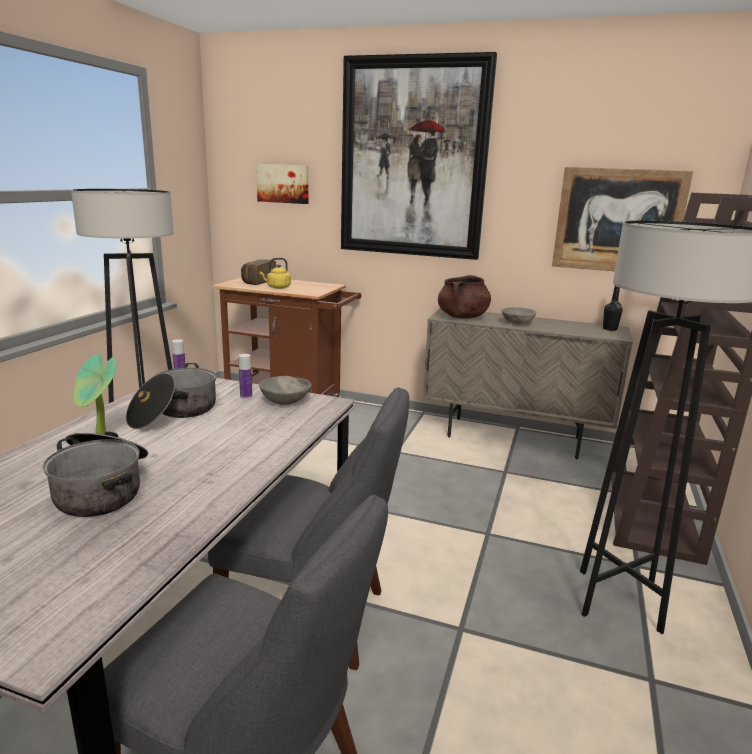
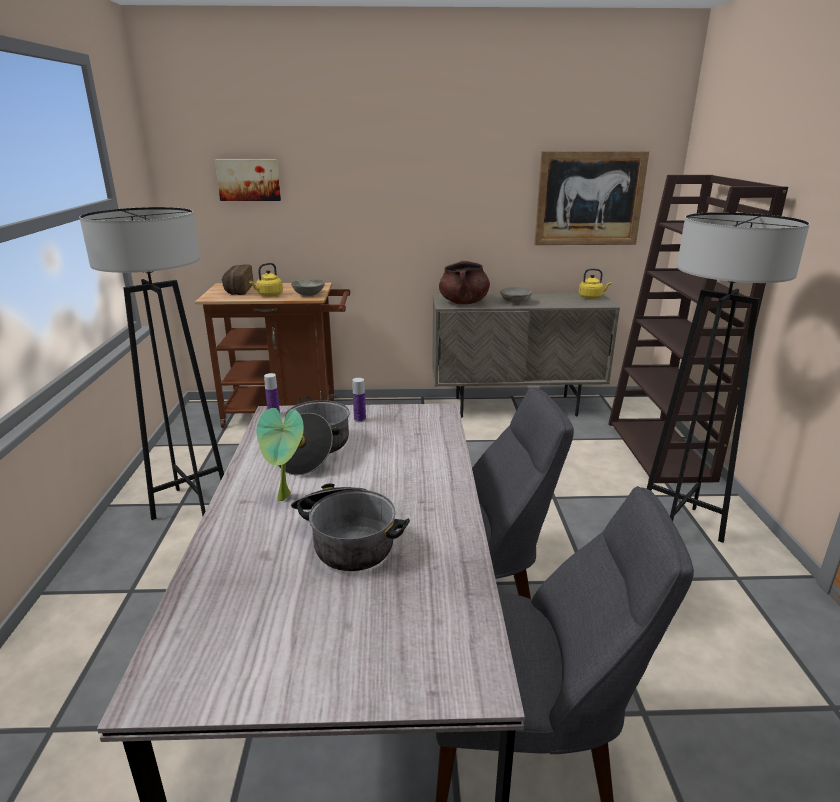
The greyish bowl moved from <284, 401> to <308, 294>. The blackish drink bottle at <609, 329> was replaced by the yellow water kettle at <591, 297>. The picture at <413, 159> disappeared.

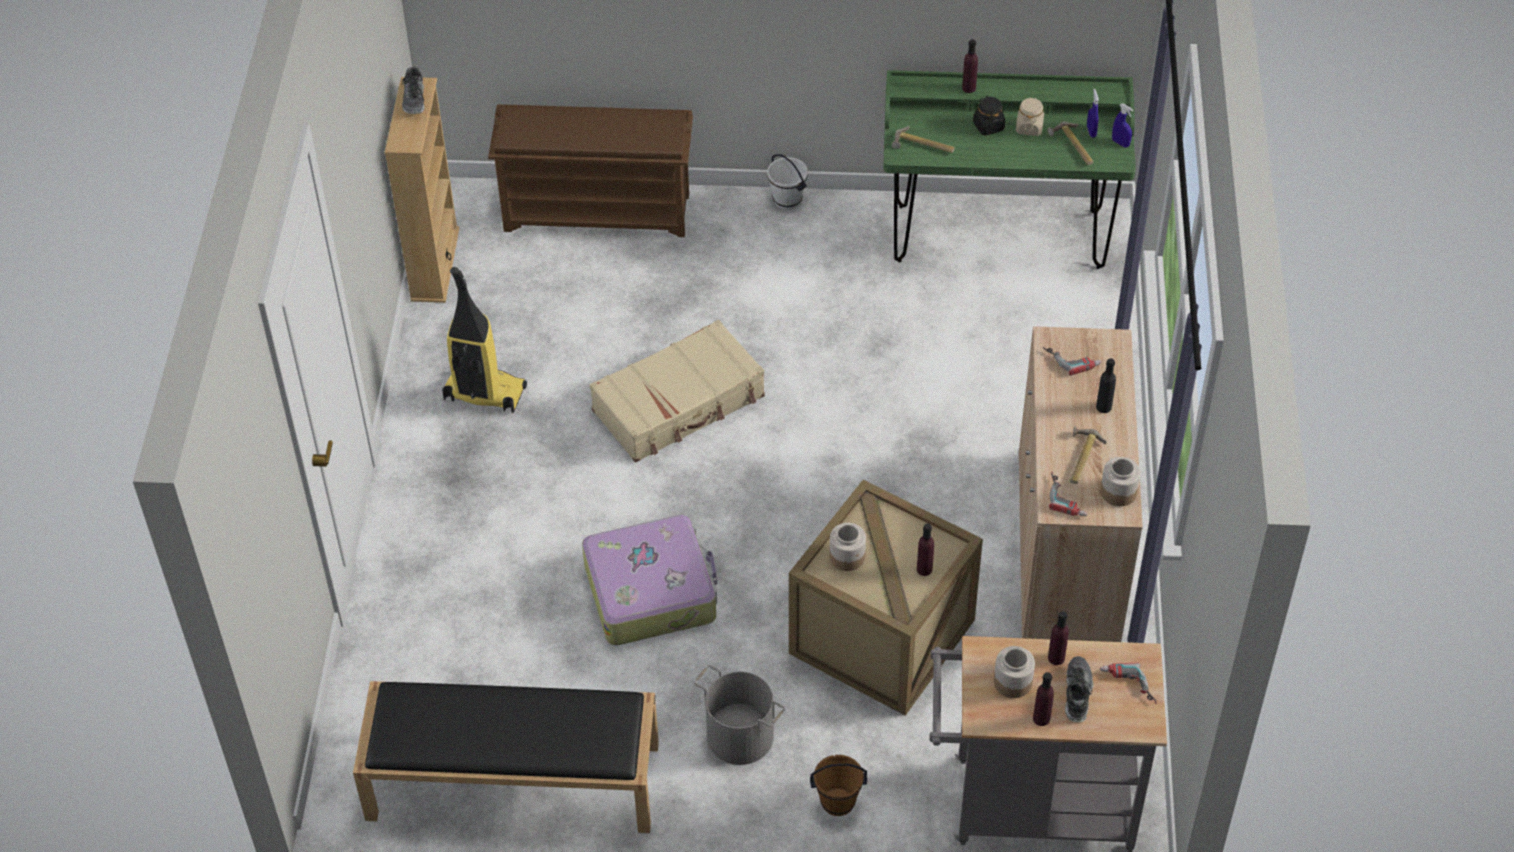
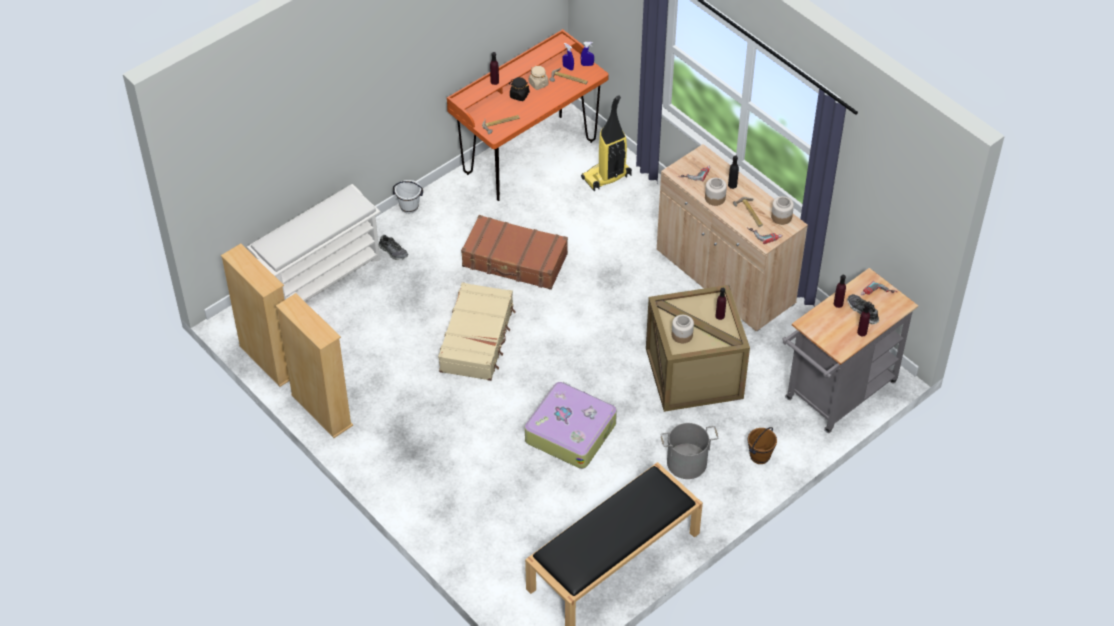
The brownish shoe stand at <599, 211> became the white-coloured shoe stand at <321, 276>. The sand-coloured bookshelf at <321, 410> appeared. The low shoe moved from <414, 99> to <393, 251>. The green-coloured desk unit at <998, 236> became the orangey desk unit at <529, 157>. The brownish travel case at <515, 261> appeared. The vacuum moved from <483, 394> to <606, 177>. The jar moved from <1013, 682> to <715, 198>.

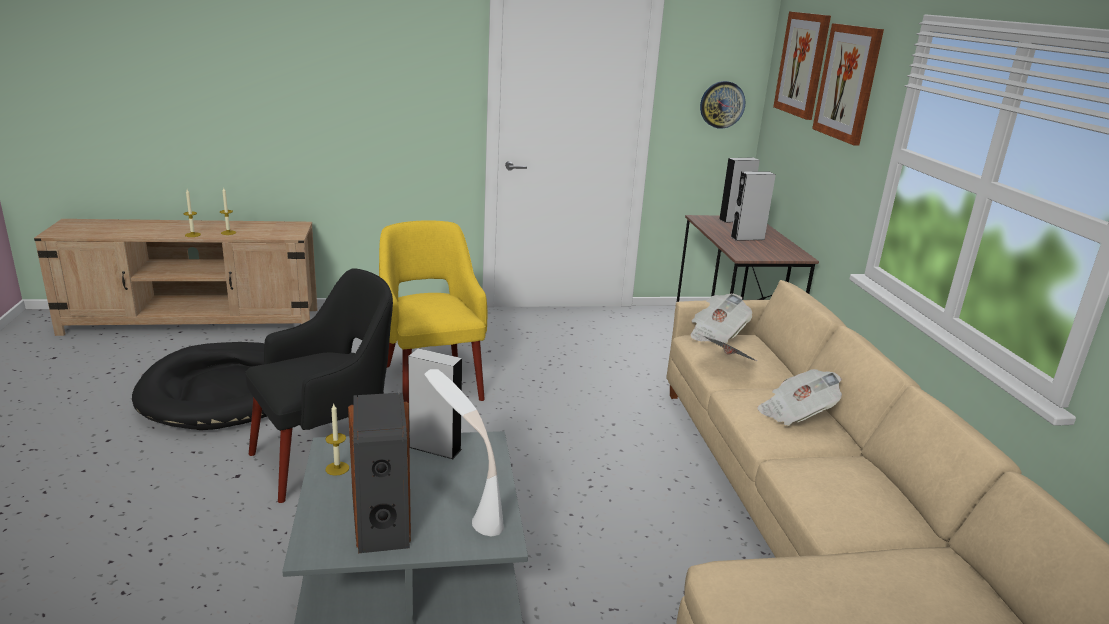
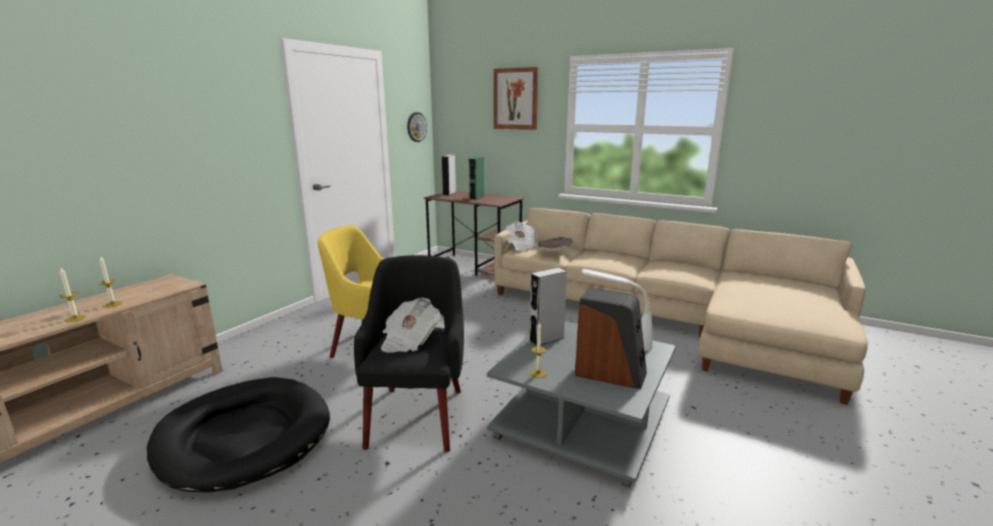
The printed paper moved from <795, 414> to <409, 341>. The greyish loudspeaker at <747, 238> became the green-coloured loudspeaker at <476, 198>. The picture at <802, 64> disappeared.

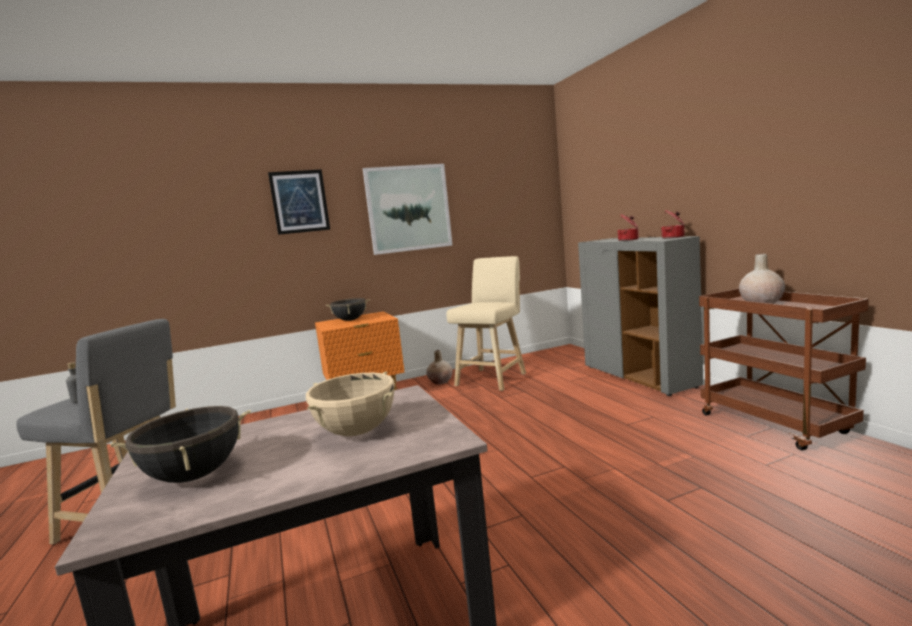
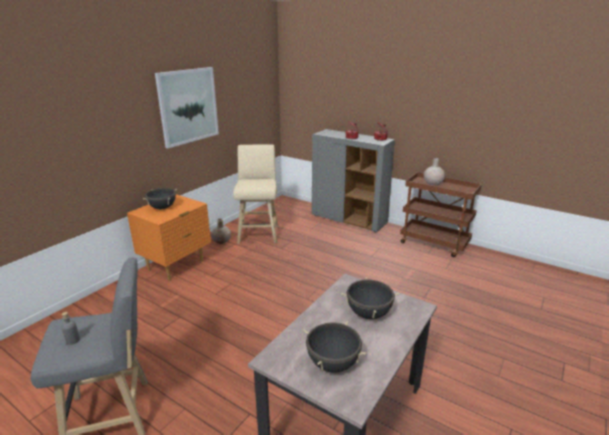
The sand-coloured saucepot at <356, 432> became the blackish saucepot at <368, 314>. The picture at <299, 202> disappeared.

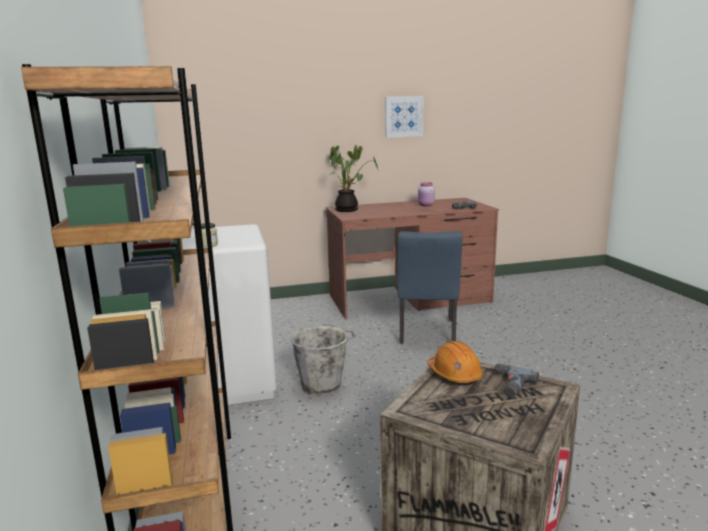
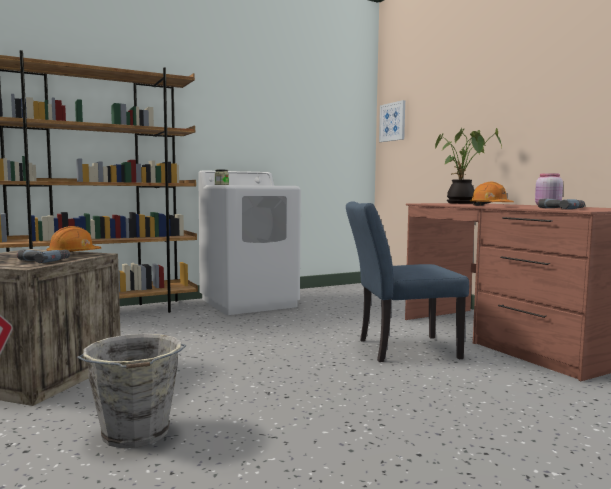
The greyish water bucket moved from <323, 386> to <136, 434>. The picture moved from <403, 116> to <392, 122>. The orangey work helmet at <490, 206> appeared.

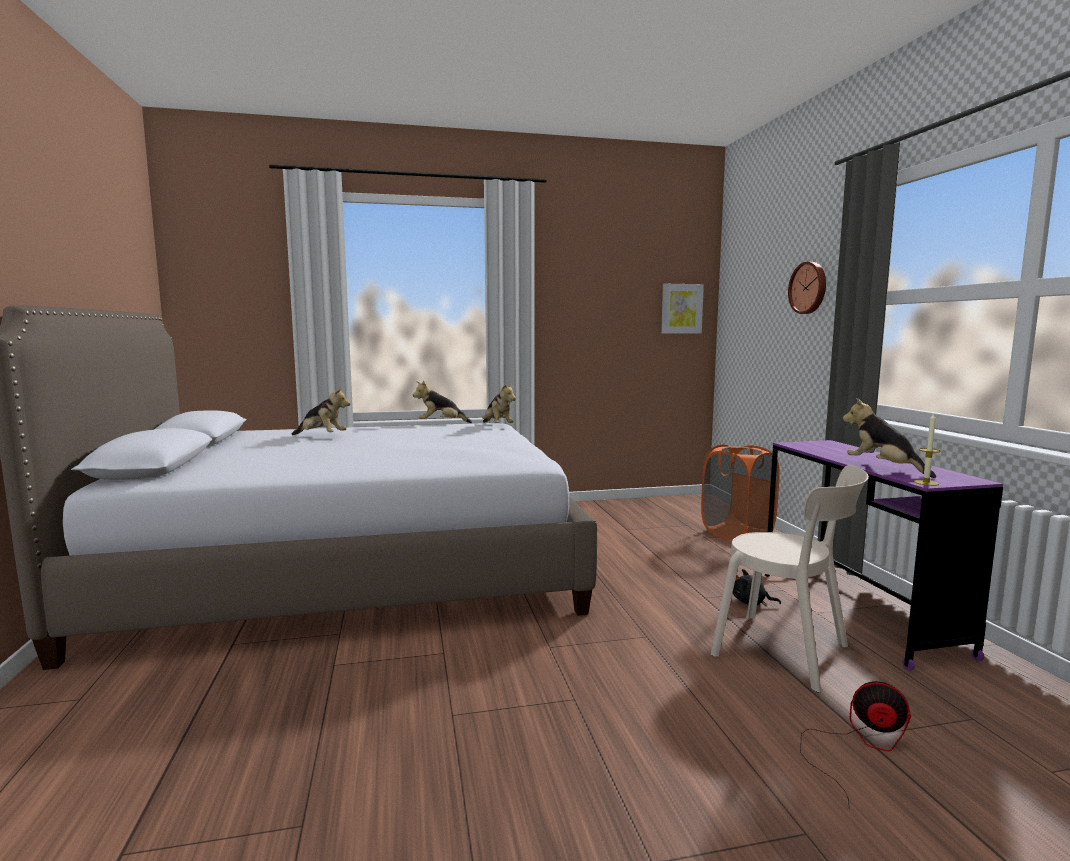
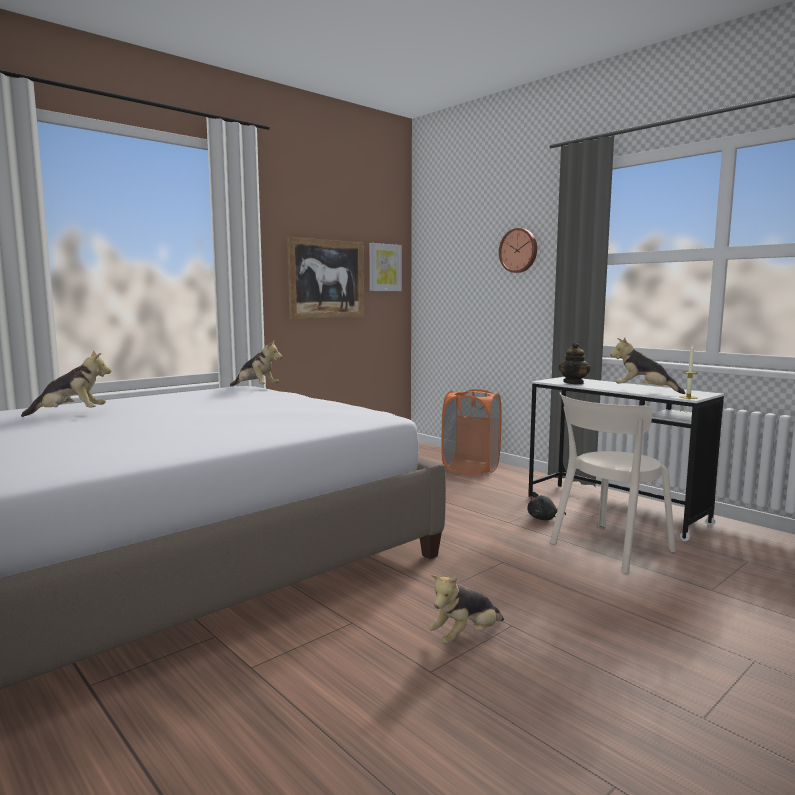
The picture at <326, 279> appeared. The cuddly toy moved from <441, 423> to <465, 637>. The purple-coloured desk unit at <857, 612> became the white-coloured desk unit at <614, 510>. The sand-coloured plain chair at <787, 652> turned 135 degrees clockwise. The tea pot at <574, 383> appeared. The fan at <858, 745> disappeared.

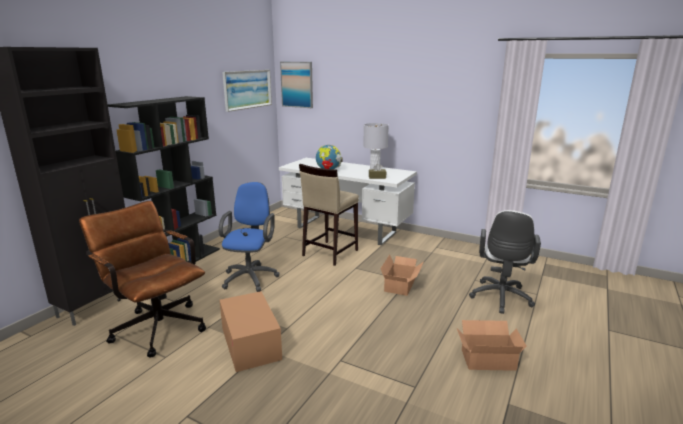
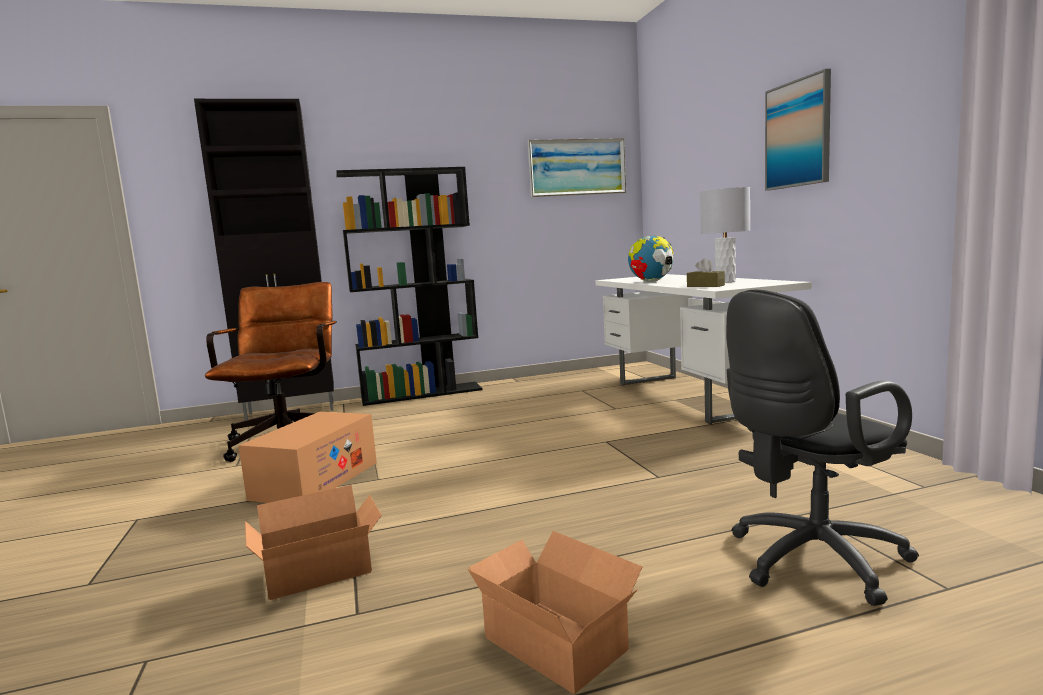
The carton moved from <401, 285> to <321, 572>. The white-coloured computer chair at <500, 299> became the blackish computer chair at <809, 561>. The picture moved from <297, 84> to <798, 134>. The blue-coloured computer chair at <251, 277> disappeared. The sand-coloured stool seat at <329, 253> disappeared.

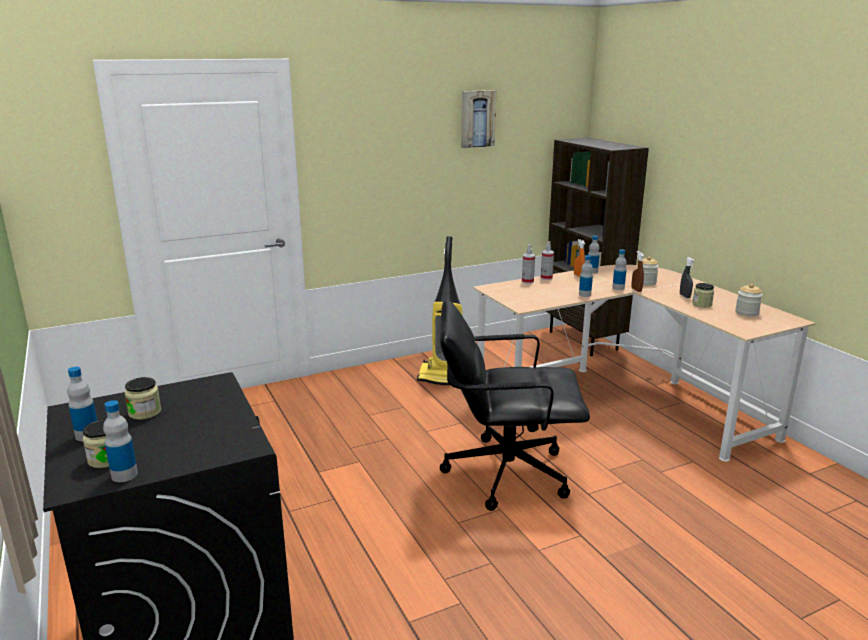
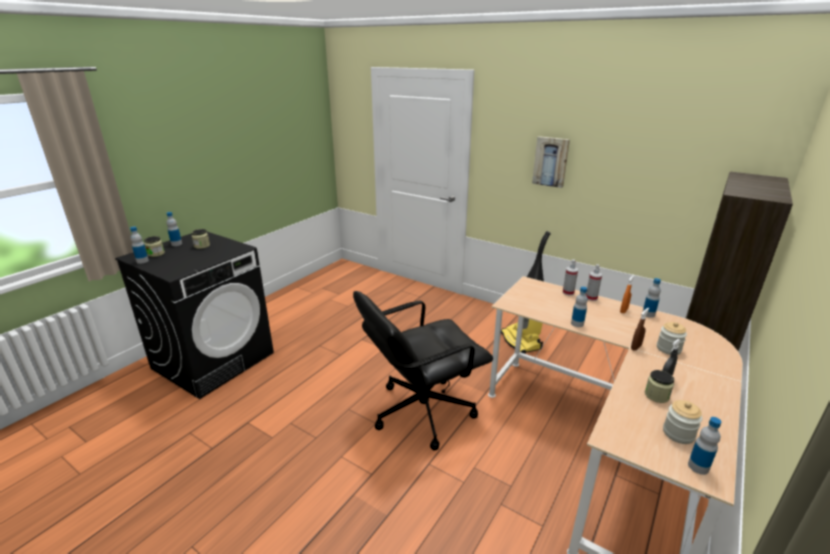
The blackish computer chair at <505, 472> turned 90 degrees counterclockwise. The picture moved from <477, 118> to <551, 161>. The drink bottle moved from <618, 288> to <698, 467>.

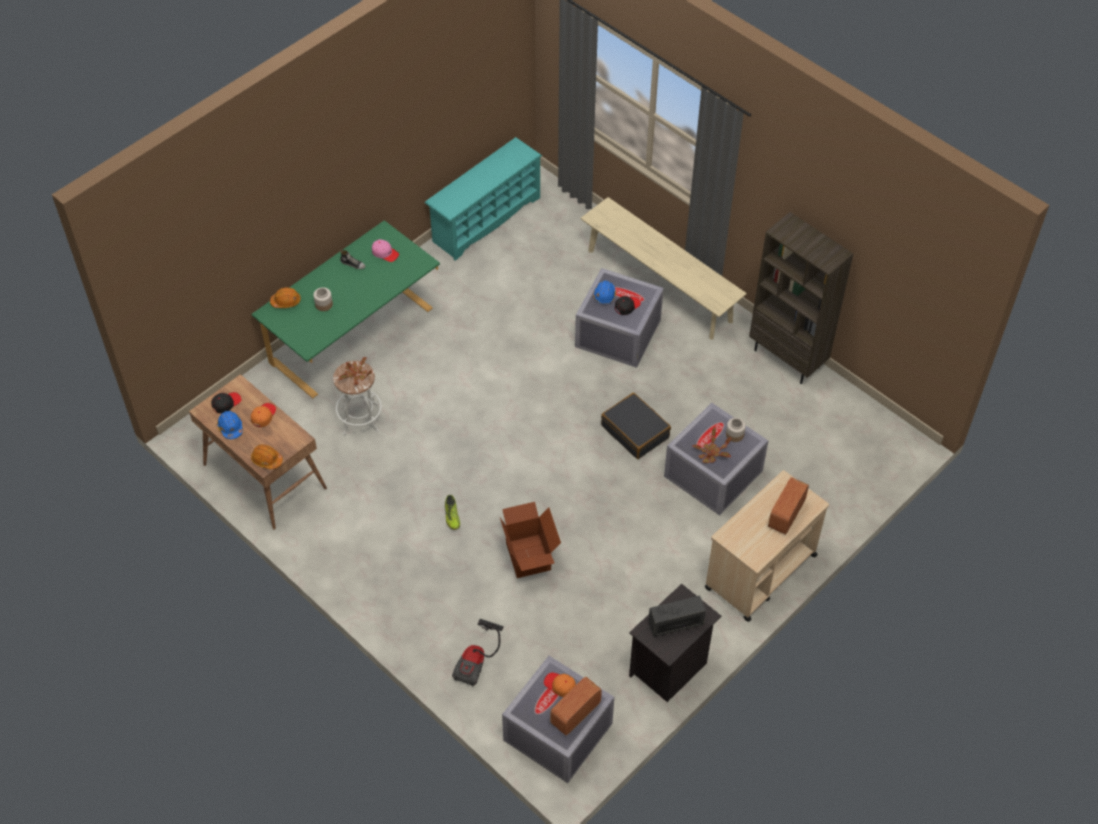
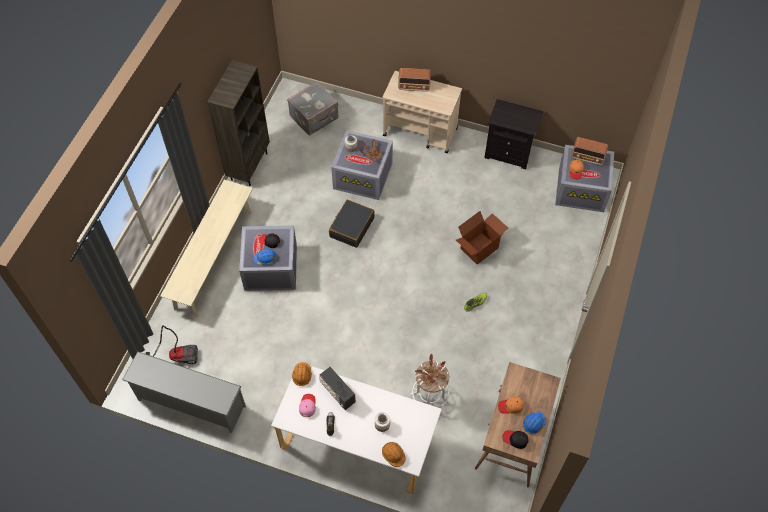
The turquoise-coloured shoe stand at <485, 219> became the greyish shoe stand at <190, 404>. The vacuum moved from <477, 660> to <177, 356>. The green-coloured desk unit at <354, 338> became the white-coloured desk unit at <357, 441>. The greyish travel case at <315, 118> appeared. The orangey work helmet moved from <266, 460> to <302, 375>. The radio moved from <676, 623> to <337, 393>.

